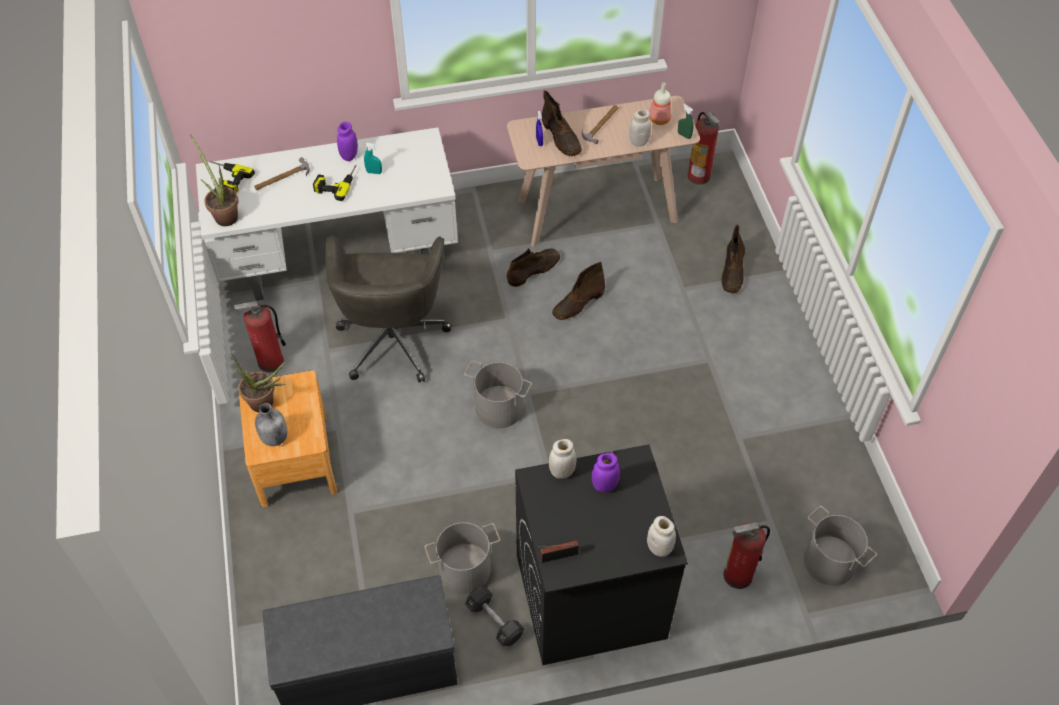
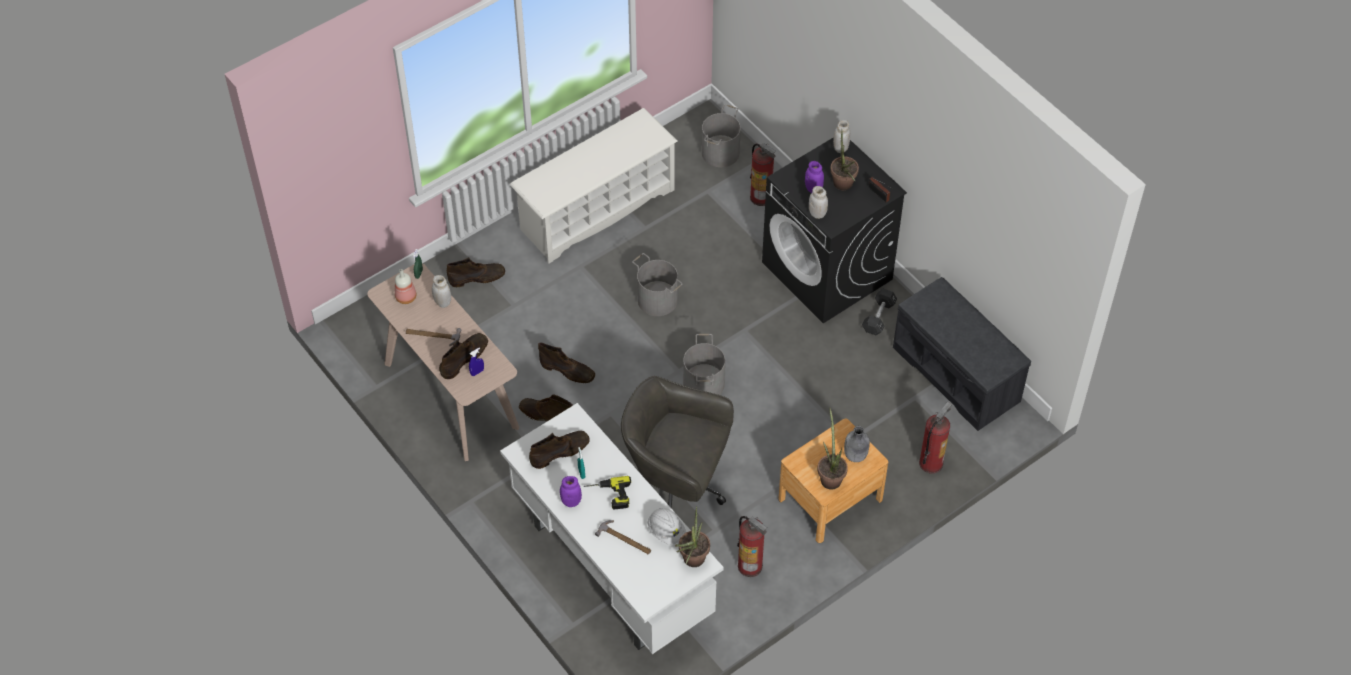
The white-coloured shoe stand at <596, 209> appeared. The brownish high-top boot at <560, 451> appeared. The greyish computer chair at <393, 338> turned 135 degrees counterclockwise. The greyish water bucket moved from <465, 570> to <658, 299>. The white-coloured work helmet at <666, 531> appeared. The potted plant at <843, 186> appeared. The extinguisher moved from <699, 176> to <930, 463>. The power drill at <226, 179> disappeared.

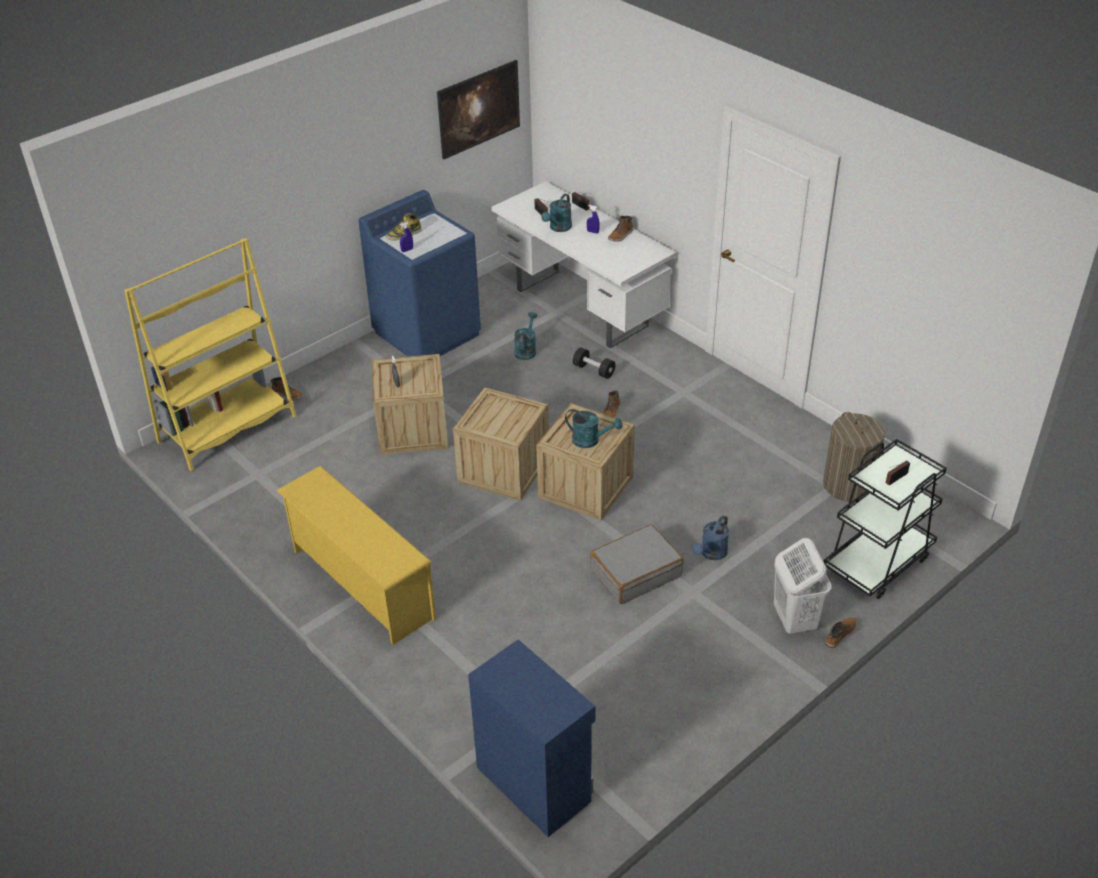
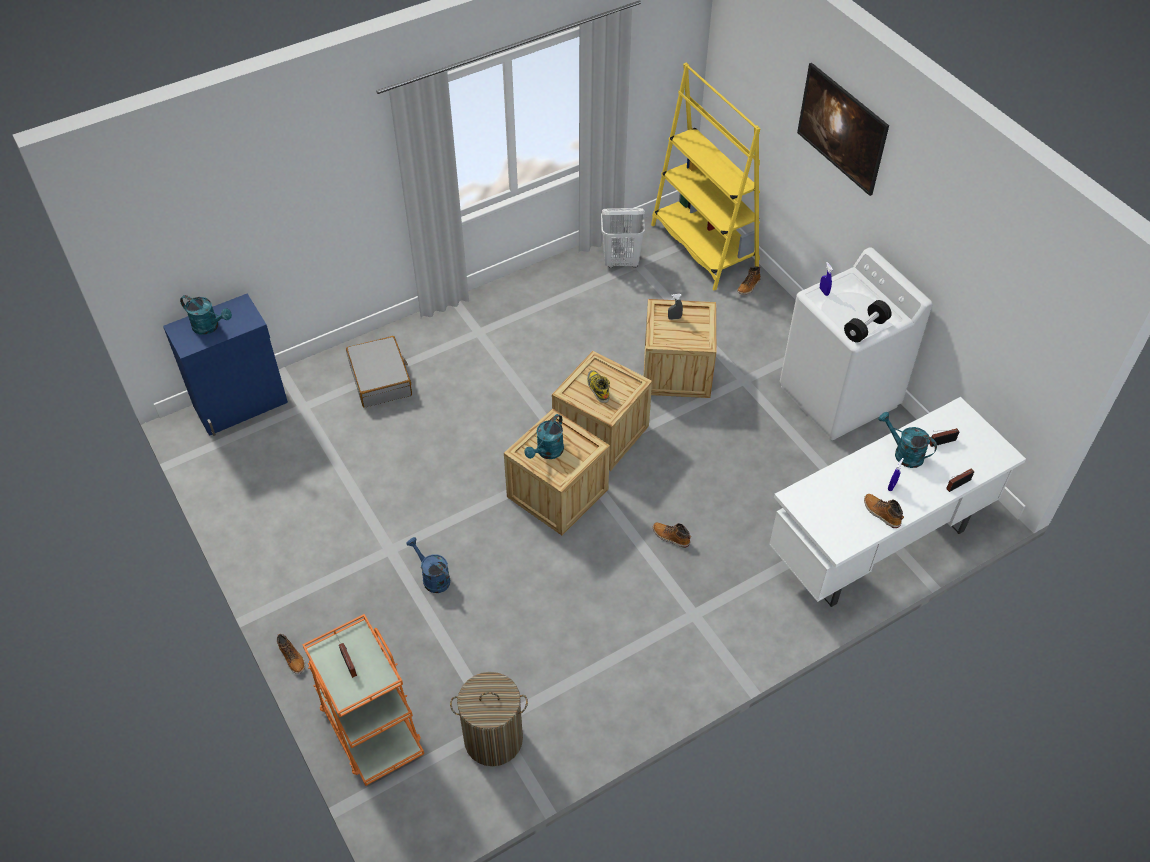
The turquoise-coloured watering pot moved from <526, 350> to <210, 327>. The blackish trolley at <877, 562> became the orangey trolley at <370, 727>. The greyish travel case moved from <635, 572> to <381, 379>. The high-top boot moved from <404, 234> to <597, 388>. The white-coloured hamper moved from <794, 620> to <621, 261>. The blue-coloured washing machine at <427, 333> became the white-coloured washing machine at <839, 396>. The picture moved from <480, 125> to <838, 146>. The blackish dumbbell moved from <594, 370> to <865, 329>. The yellow shoe stand at <360, 584> disappeared.

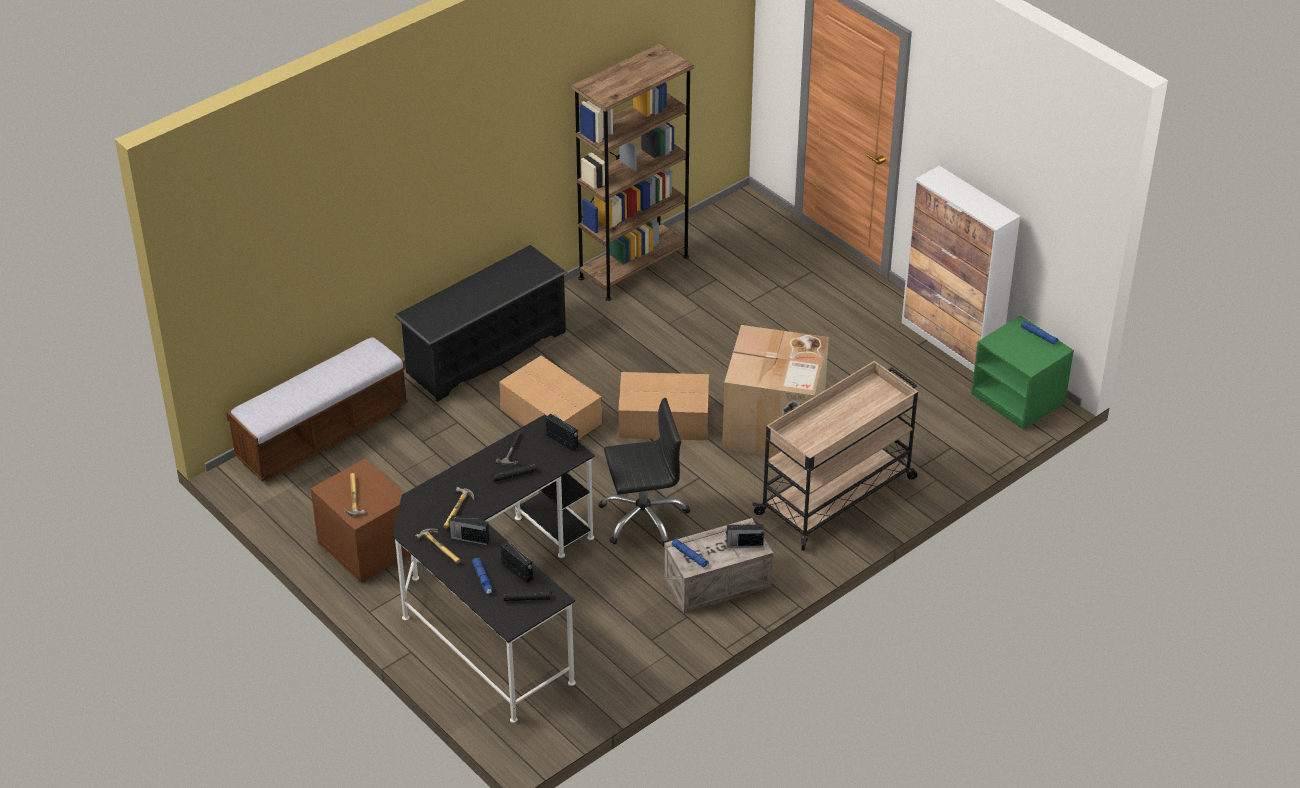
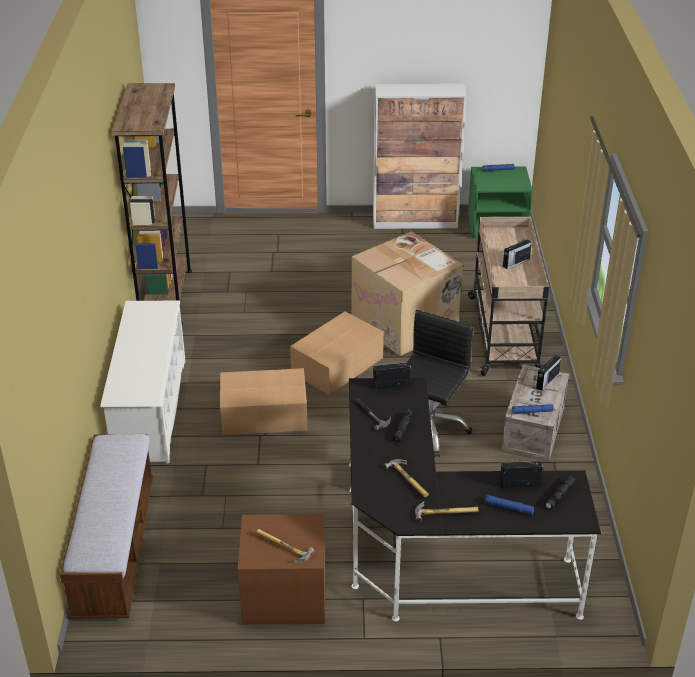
The blackish shoe stand at <485, 352> became the white-coloured shoe stand at <150, 409>. The radio moved from <469, 539> to <515, 263>.

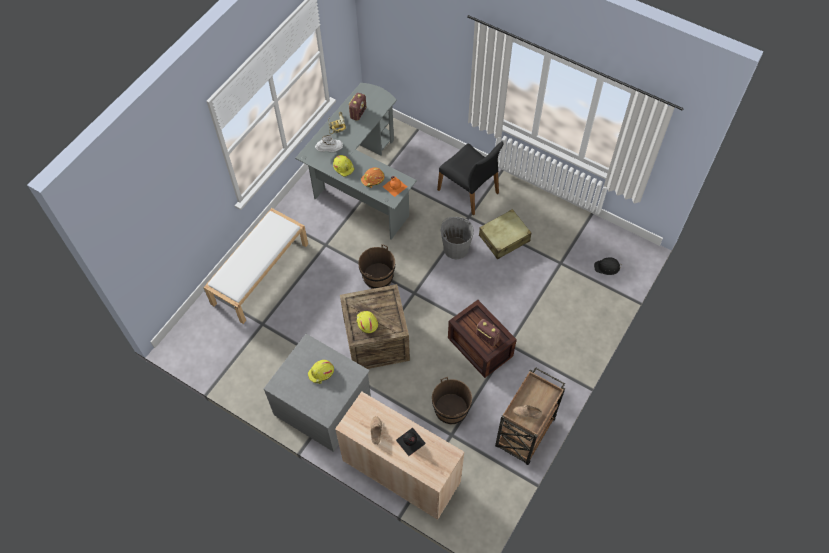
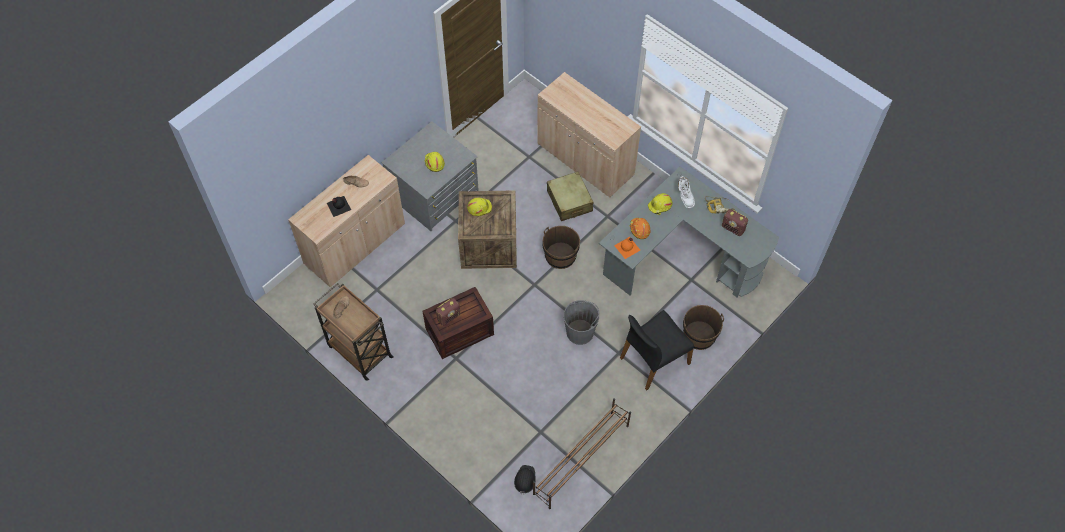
The brownish shoe stand at <580, 459> appeared. The white-coloured long seat at <260, 273> was replaced by the sand-coloured cupboard at <585, 160>. The sand-coloured travel case moved from <504, 238> to <569, 201>. The brownish water bucket moved from <451, 409> to <699, 335>.

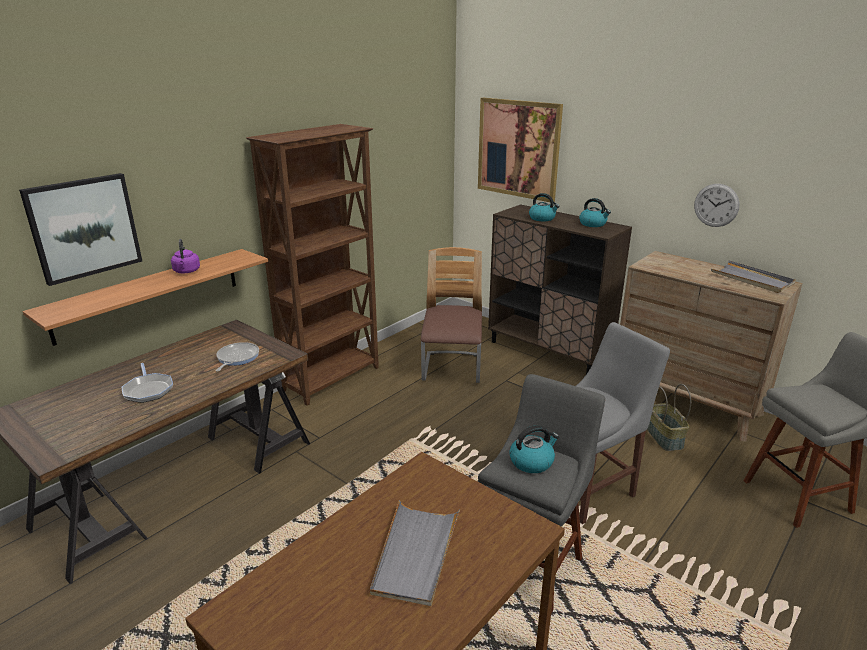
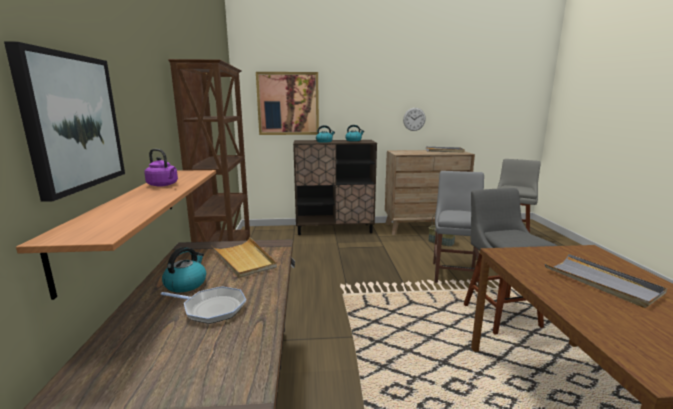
The water kettle moved from <532, 461> to <186, 284>. The frying pan at <236, 358> was replaced by the sand-coloured tray at <244, 259>. The plain chair at <452, 369> disappeared.

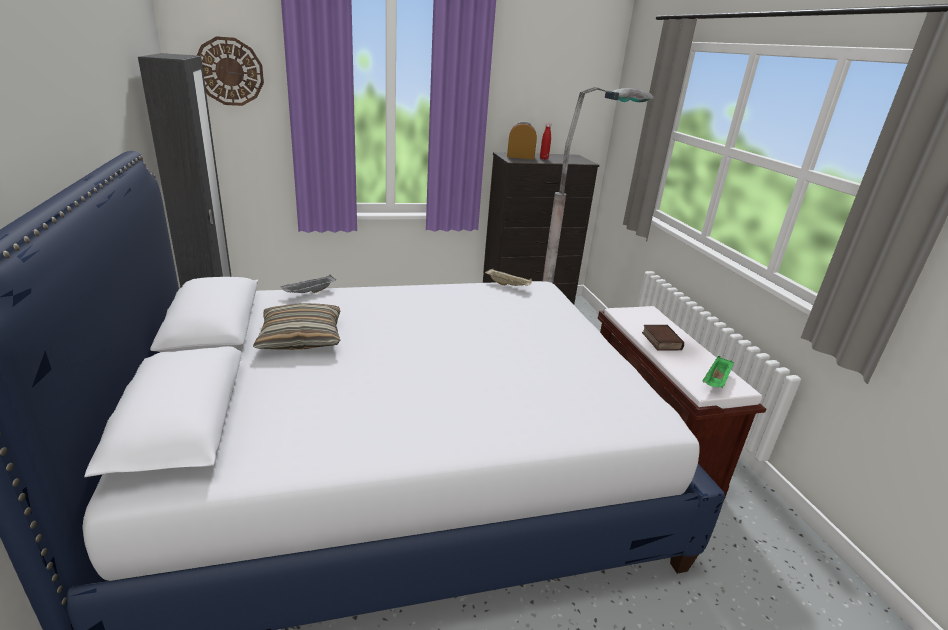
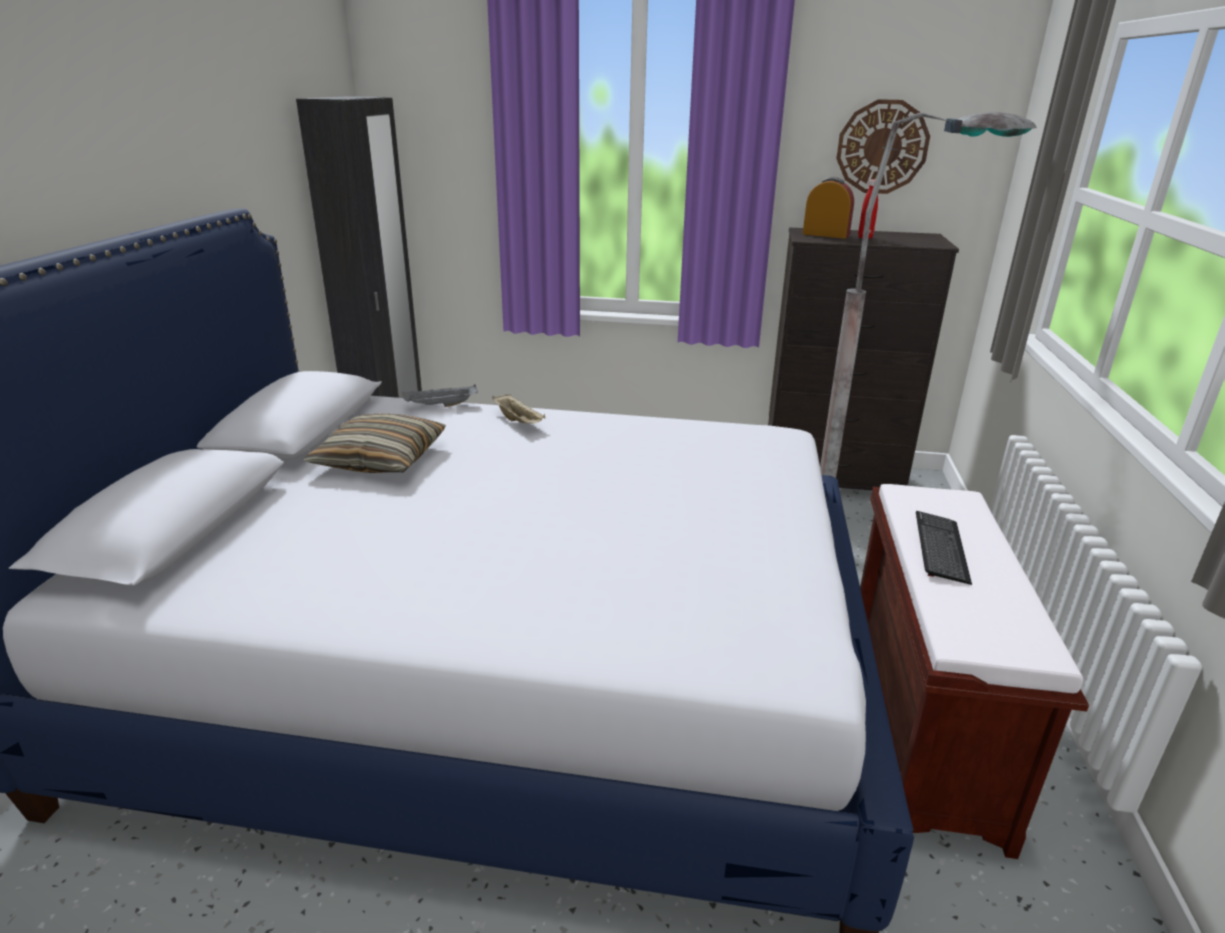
The sand-coloured tray moved from <508, 285> to <519, 421>. The wall clock moved from <230, 72> to <882, 147>. The volume at <660, 341> was replaced by the keyboard at <940, 548>. The green-coloured tray at <716, 382> disappeared.

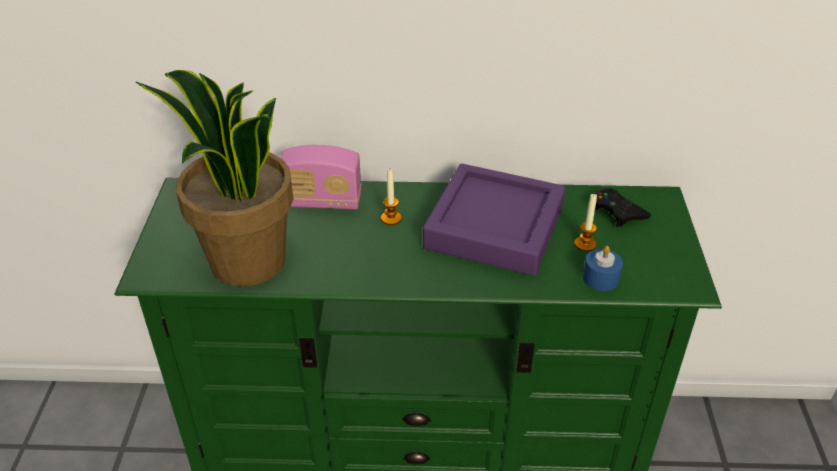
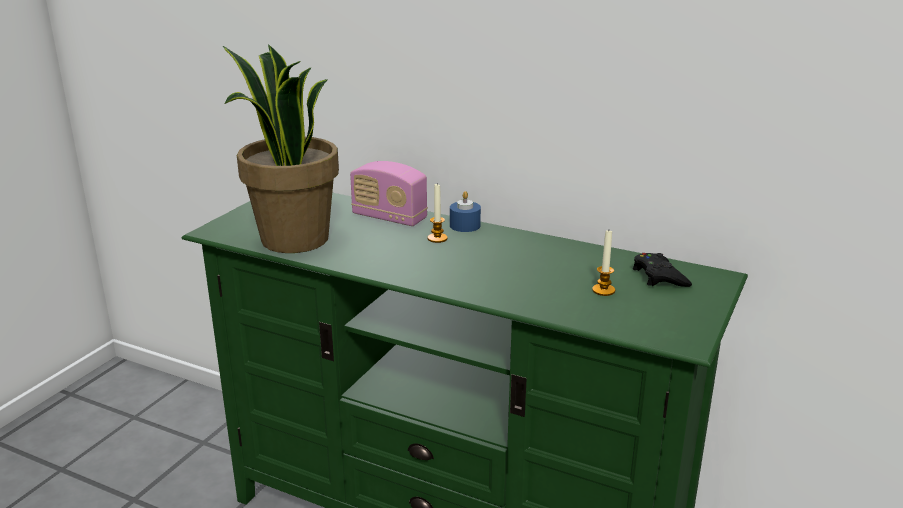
The blue-coloured wax candle moved from <600, 278> to <465, 225>. The purple-coloured tray at <494, 227> disappeared.

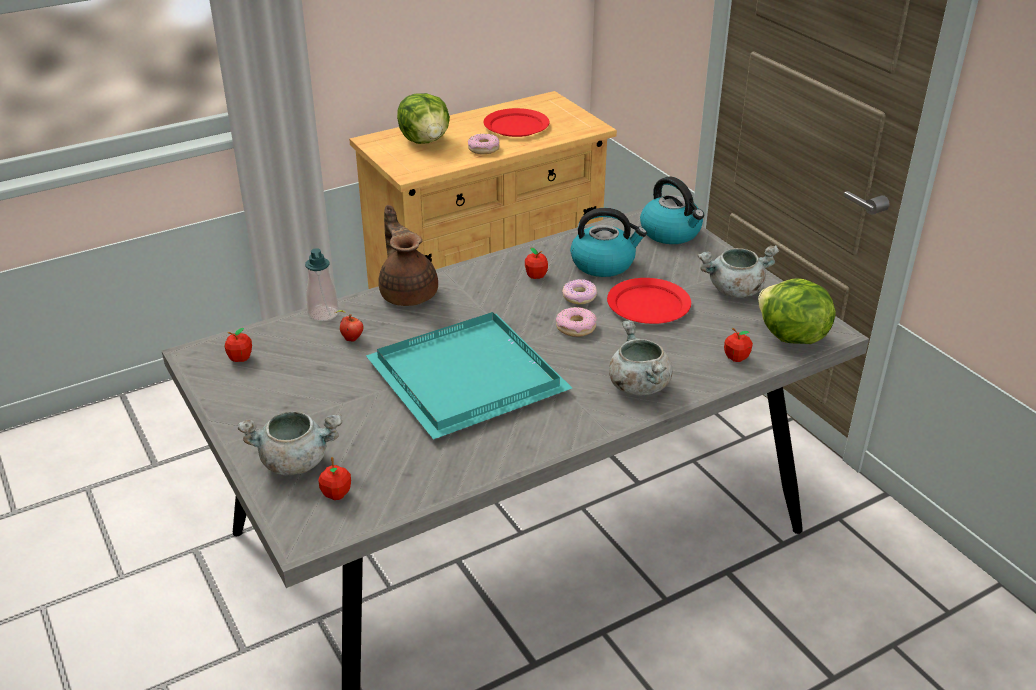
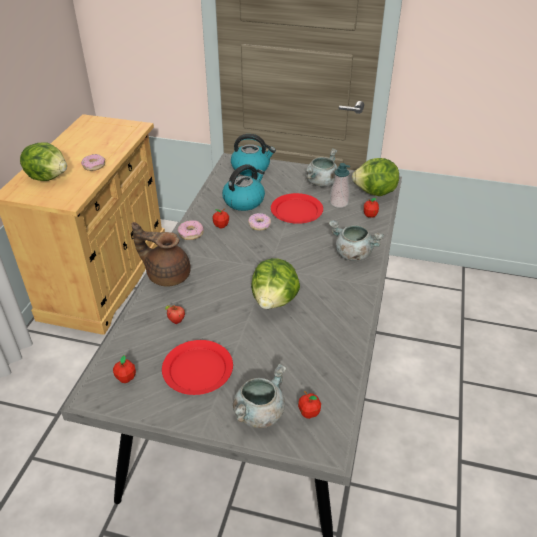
The reddish dinner plate moved from <516, 126> to <197, 369>. The ring doughnut moved from <576, 327> to <191, 233>. The turquoise-coloured tray at <471, 378> was replaced by the lettuce at <274, 300>. The soap bottle moved from <323, 313> to <339, 203>.

